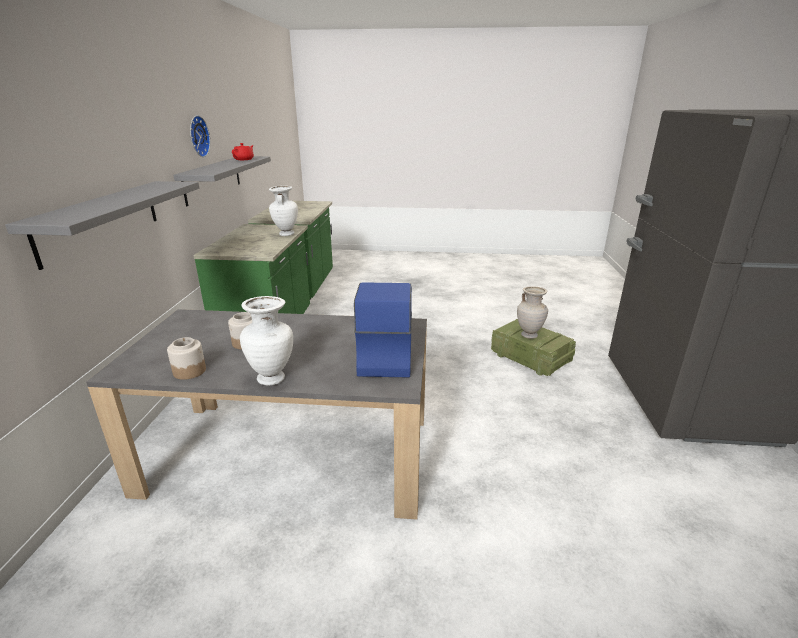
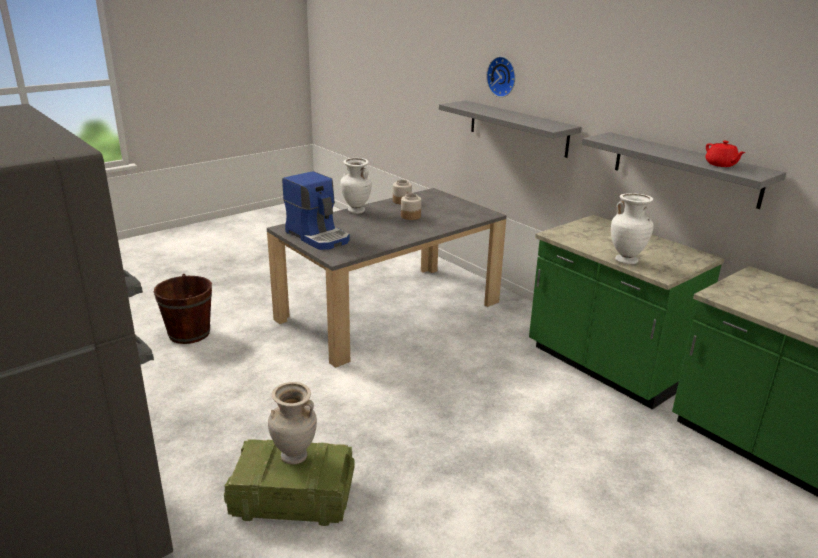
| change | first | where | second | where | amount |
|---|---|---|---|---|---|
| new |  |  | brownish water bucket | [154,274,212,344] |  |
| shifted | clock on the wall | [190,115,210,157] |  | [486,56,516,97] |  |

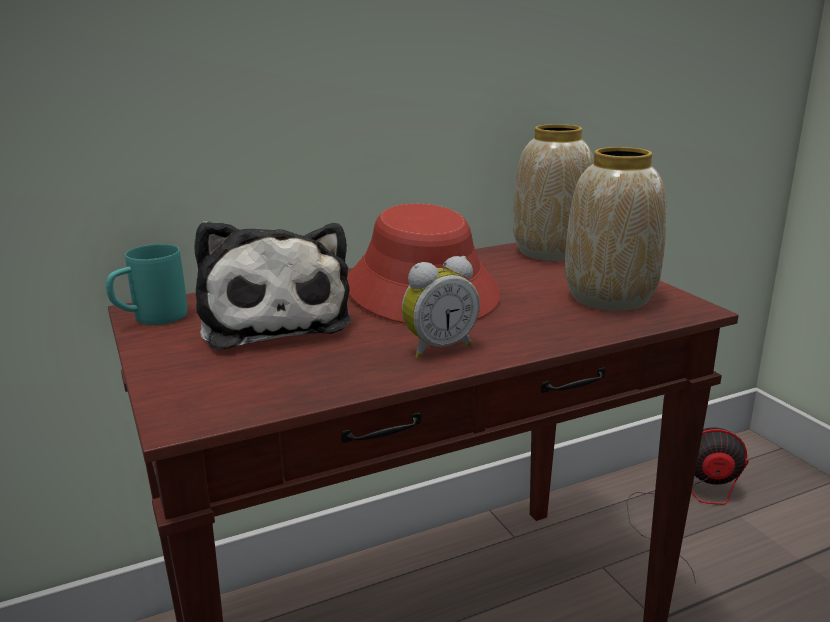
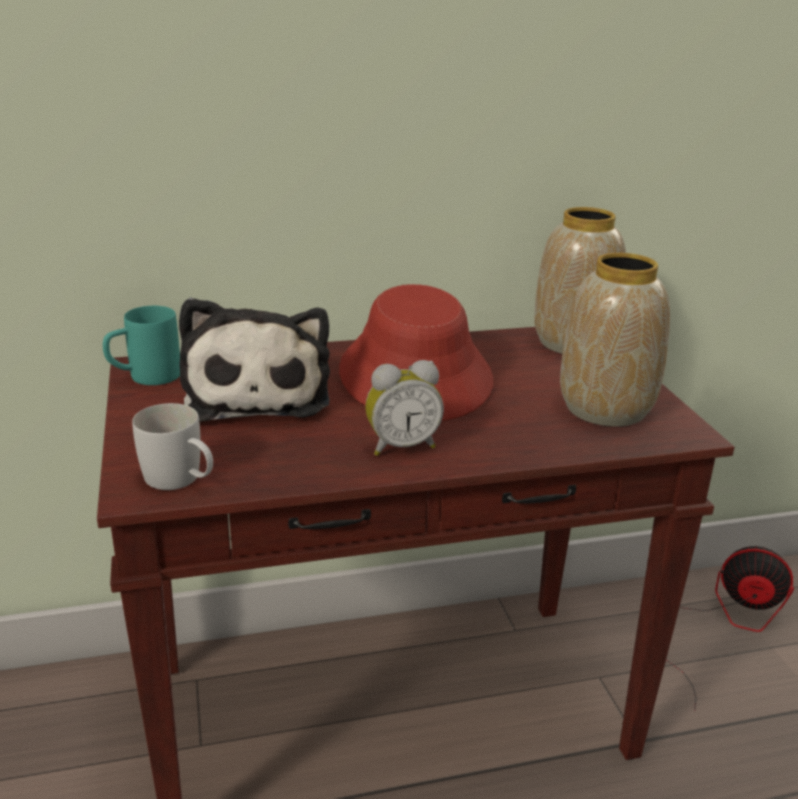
| change | first | where | second | where | amount |
|---|---|---|---|---|---|
| new |  |  | white-coloured coffee mug | [132,403,213,490] |  |

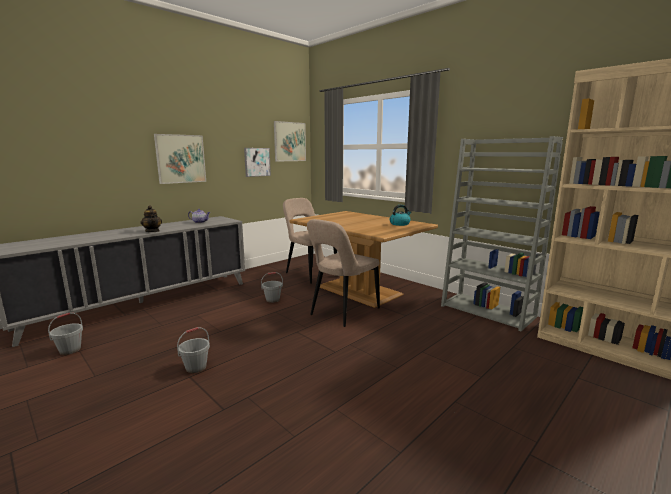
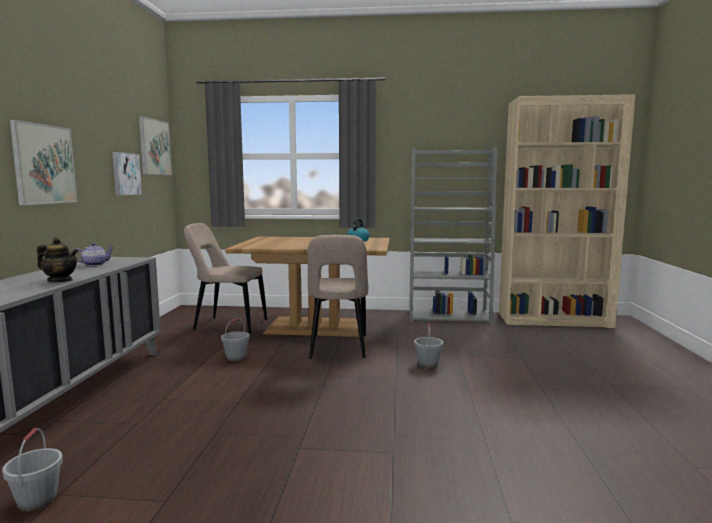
| change | first | where | second | where | amount |
|---|---|---|---|---|---|
| shifted | greyish water bucket | [177,327,210,373] |  | [414,323,443,368] |  |

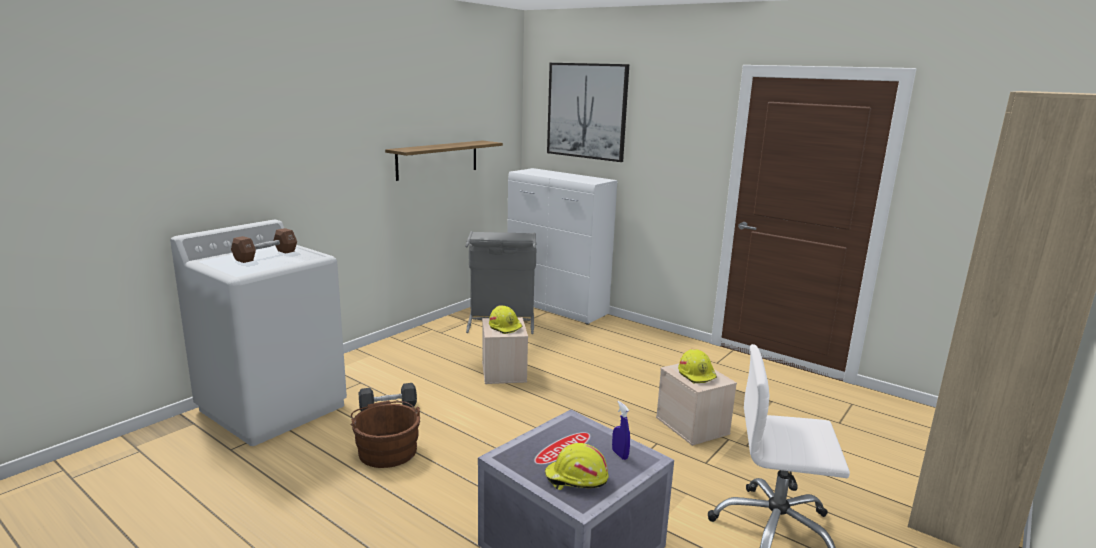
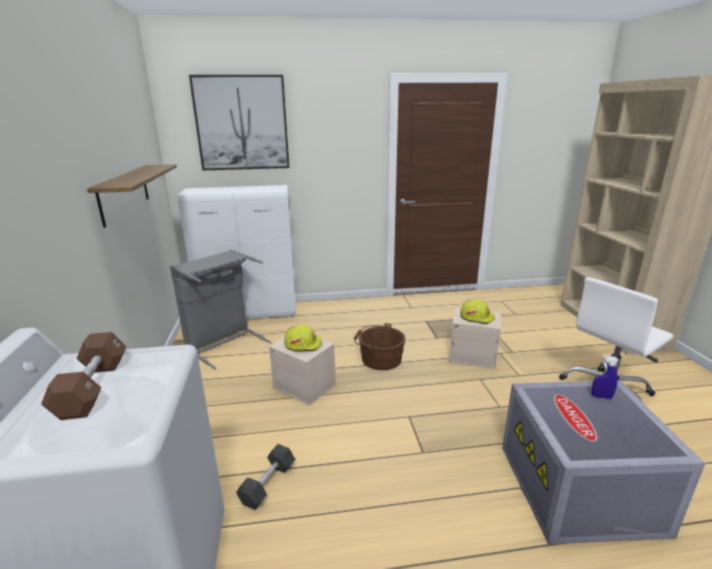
| change | first | where | second | where | amount |
|---|---|---|---|---|---|
| shifted | brownish water bucket | [351,401,420,468] |  | [354,323,405,370] |  |
| gone | yellow safety helmet | [545,443,609,490] |  |  |  |

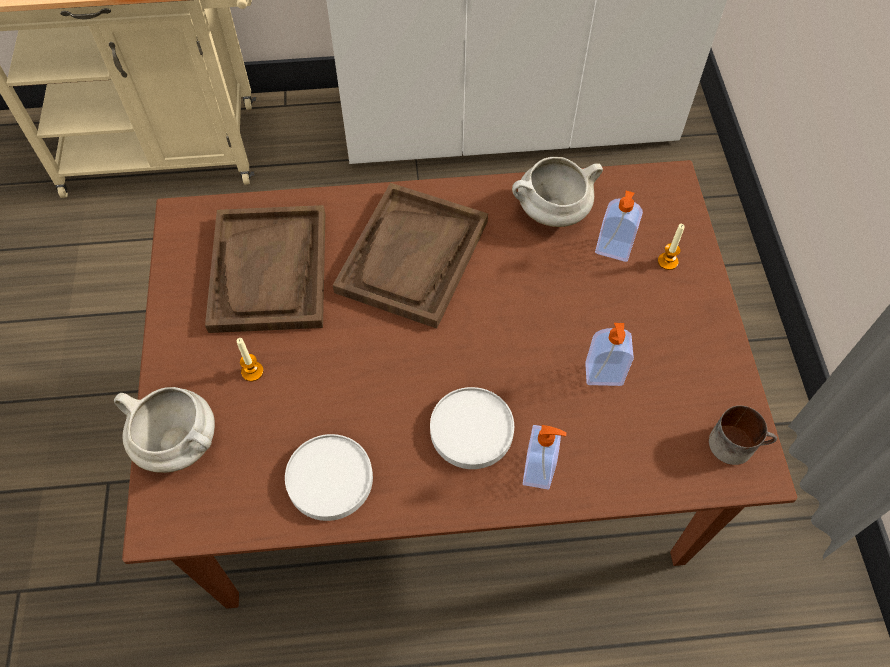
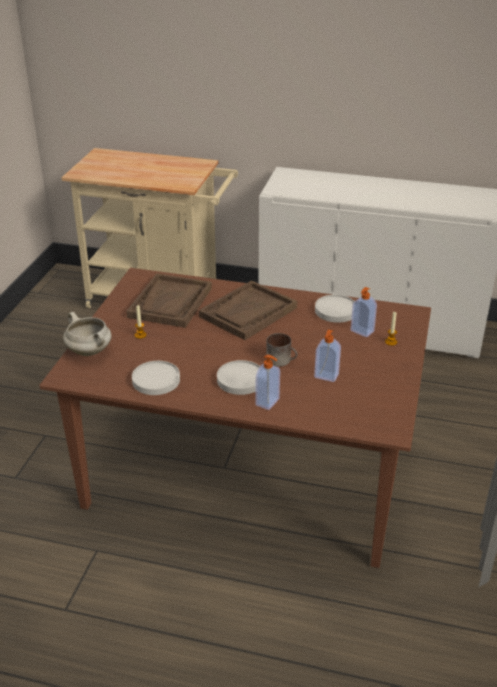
| change | first | where | second | where | amount |
|---|---|---|---|---|---|
| shifted | coffee mug | [709,406,777,465] |  | [266,333,298,367] |  |
| swapped | white-coloured saucepot | [512,157,603,227] | white-coloured dinner plate | [315,295,355,323] |  |

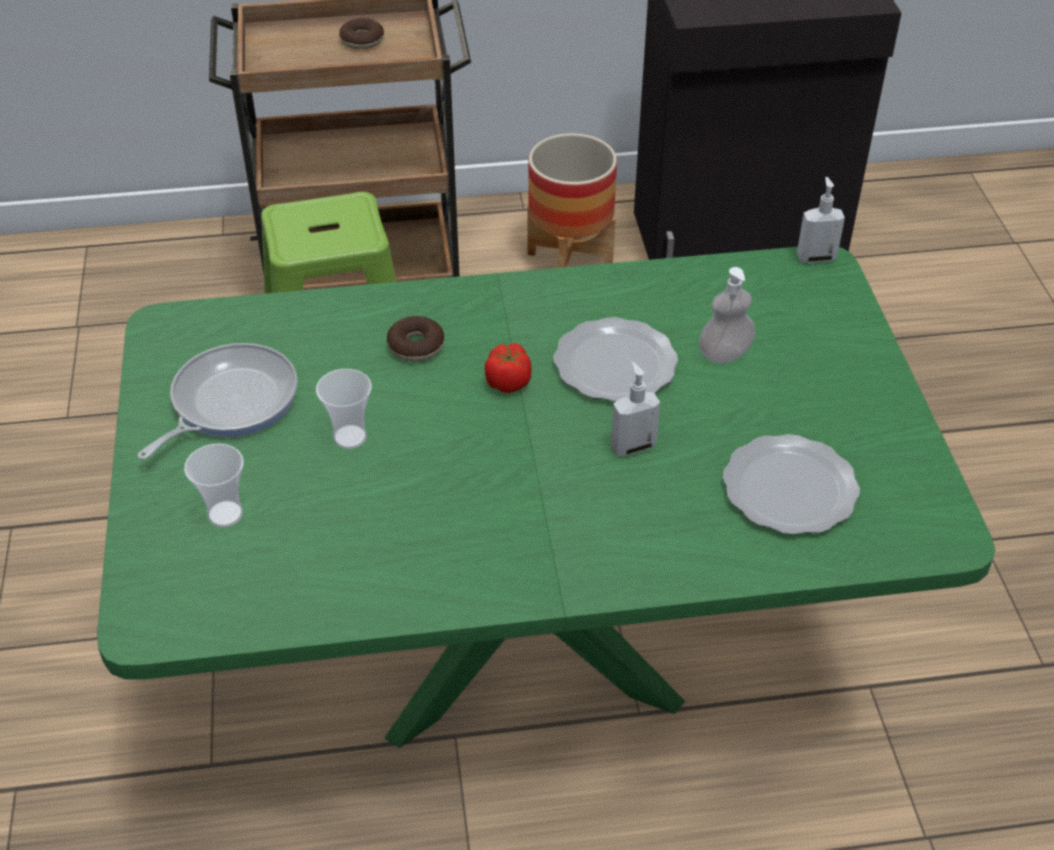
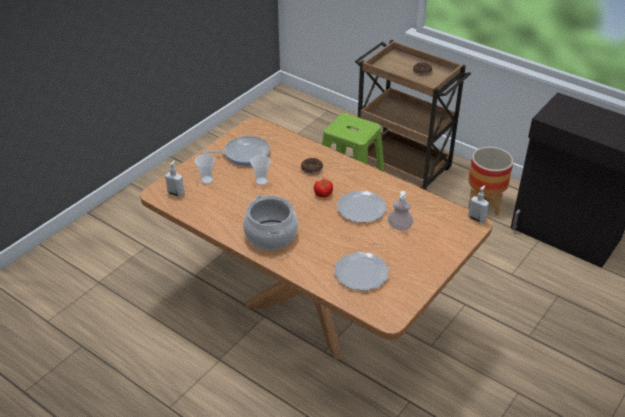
| change | first | where | second | where | amount |
|---|---|---|---|---|---|
| repainted | greenish dinner table | [97,247,995,748] | brownish dinner table | [140,117,492,360] |  |
| shifted | liquid soap bottle | [611,362,660,456] |  | [165,160,184,197] |  |
| new |  |  | saucepot | [243,195,298,250] |  |

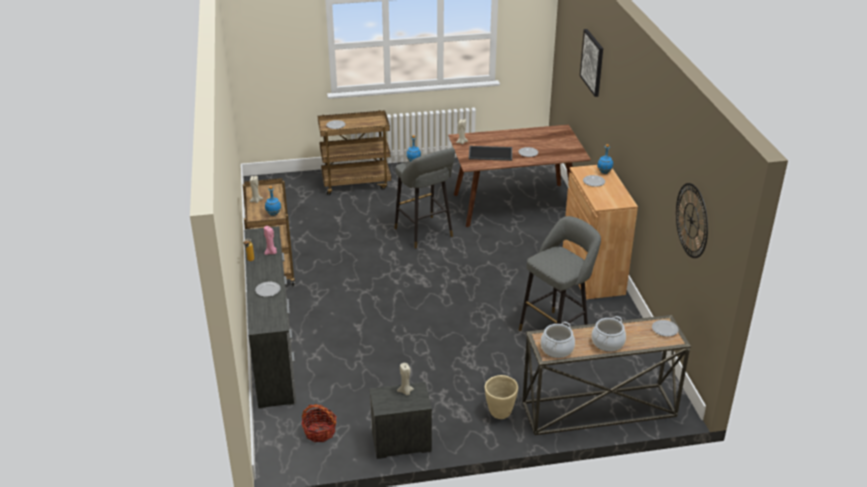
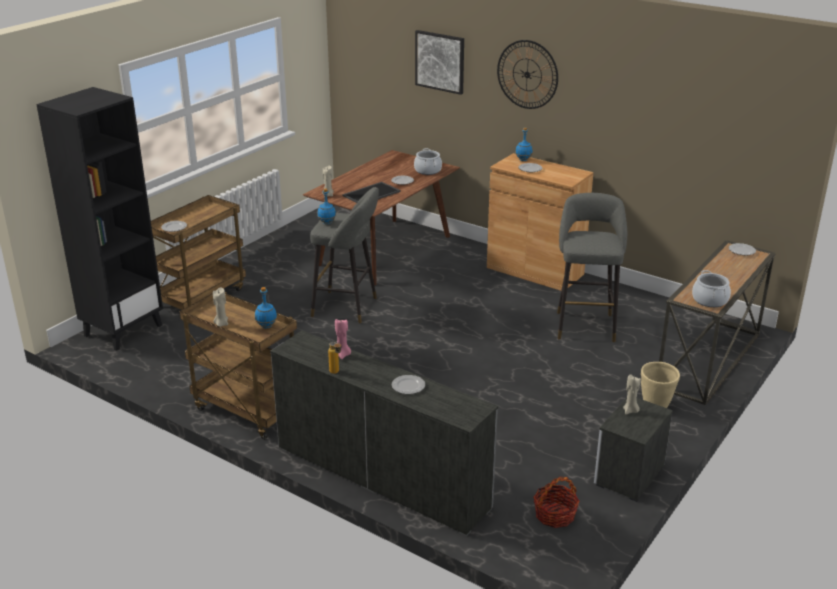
| change | first | where | second | where | amount |
|---|---|---|---|---|---|
| new |  |  | black bookshelf | [36,87,163,351] |  |
| shifted | saucepot | [592,316,626,352] |  | [414,148,442,175] |  |
| shifted | clock on the wall | [676,183,708,258] |  | [497,40,558,109] |  |

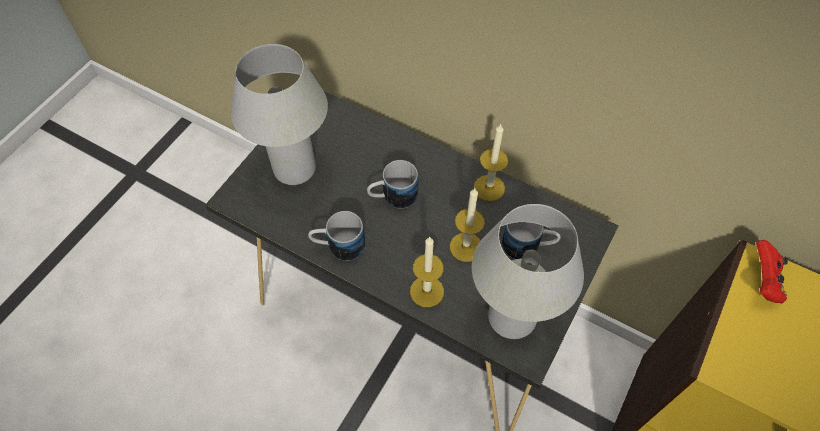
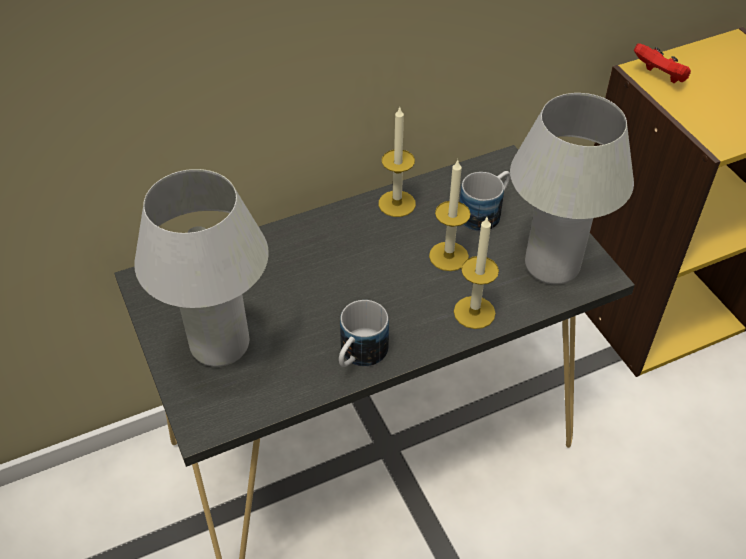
| change | first | where | second | where | amount |
|---|---|---|---|---|---|
| gone | coffee mug | [367,160,418,209] |  |  |  |

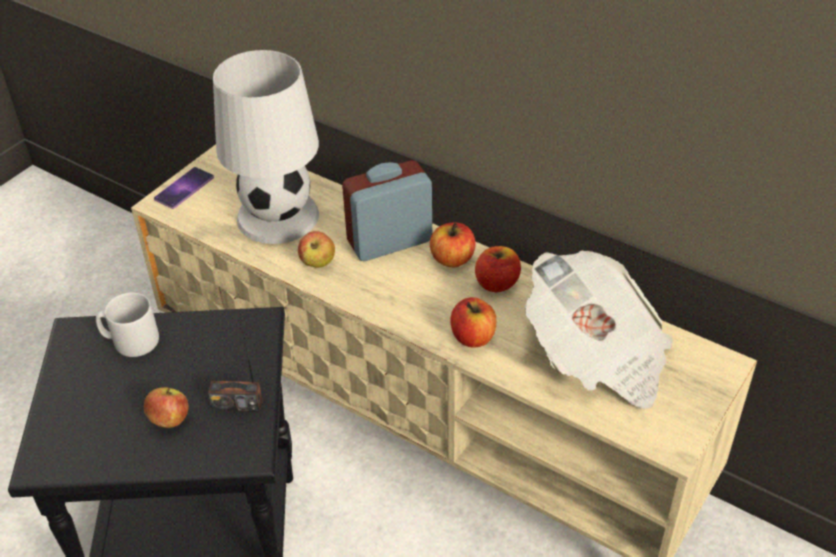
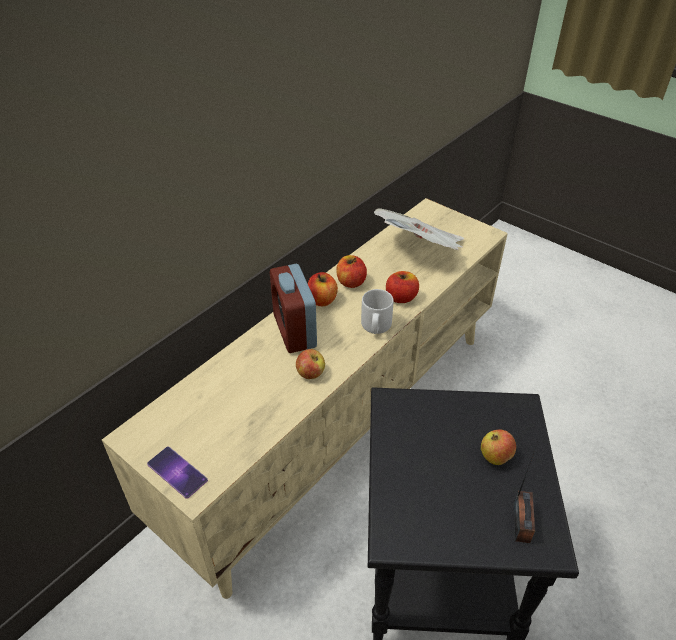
| change | first | where | second | where | amount |
|---|---|---|---|---|---|
| shifted | greyish coffee mug | [96,293,159,357] |  | [361,289,394,334] |  |
| shifted | radio set | [208,310,262,412] |  | [514,444,537,543] |  |
| gone | white-coloured tabletop lamp | [213,50,319,244] |  |  |  |

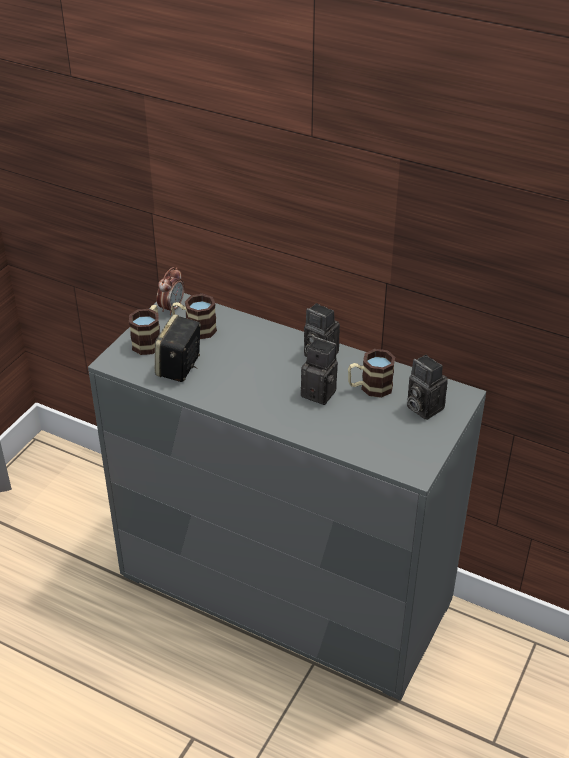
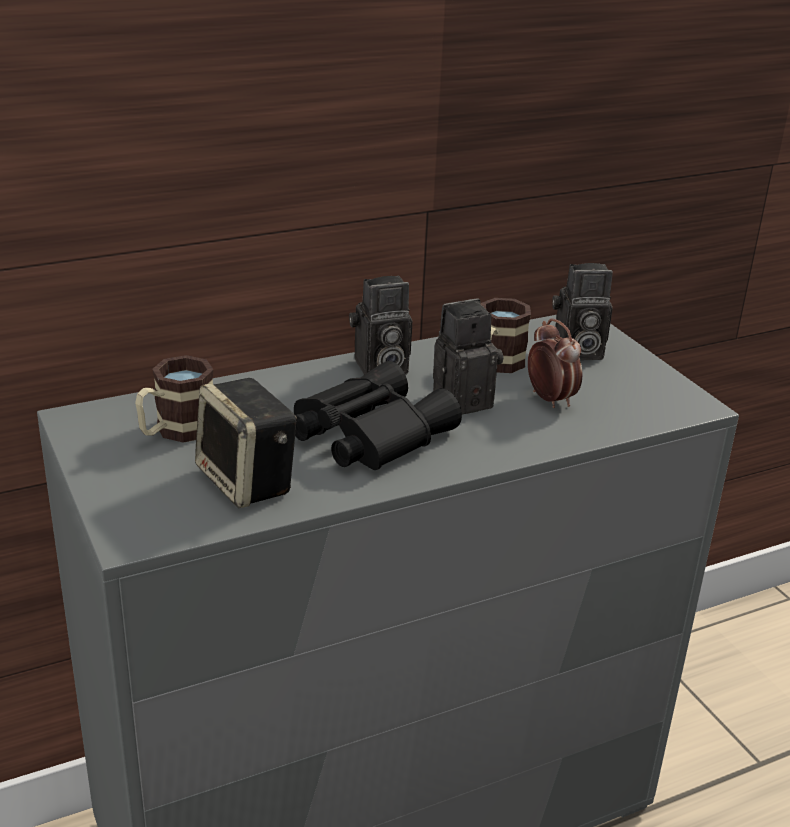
| change | first | where | second | where | amount |
|---|---|---|---|---|---|
| new |  |  | black pair of binoculars | [294,361,462,470] |  |
| shifted | bedside clock | [157,267,185,315] |  | [528,318,582,408] |  |
| gone | coffee mug | [129,305,160,355] |  |  |  |

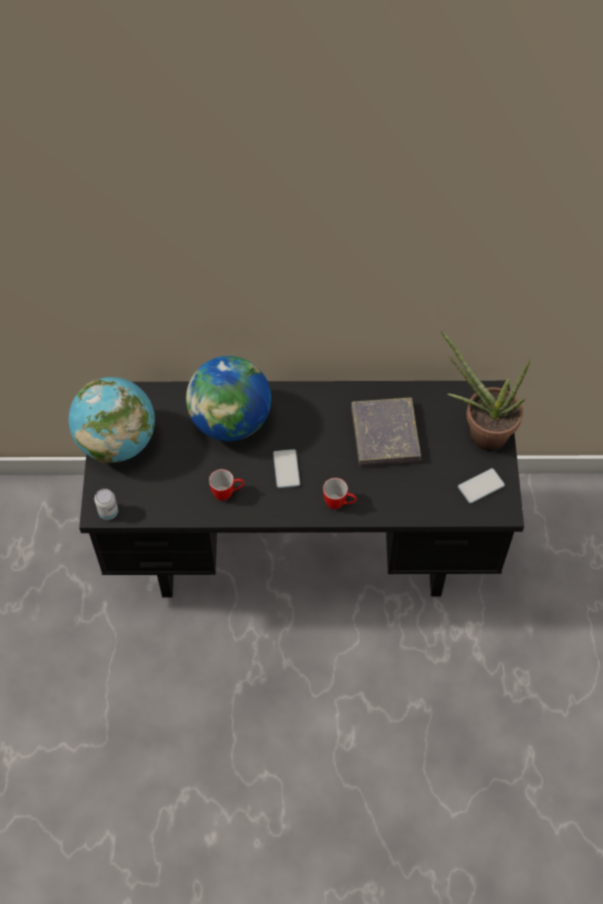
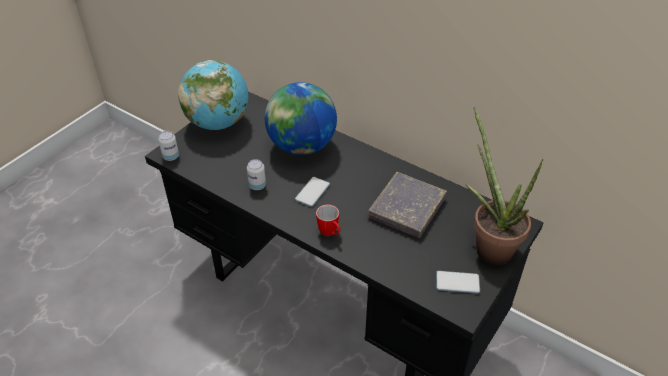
| change | first | where | second | where | amount |
|---|---|---|---|---|---|
| swapped | coffee mug | [209,469,245,501] | can | [247,159,266,190] |  |

